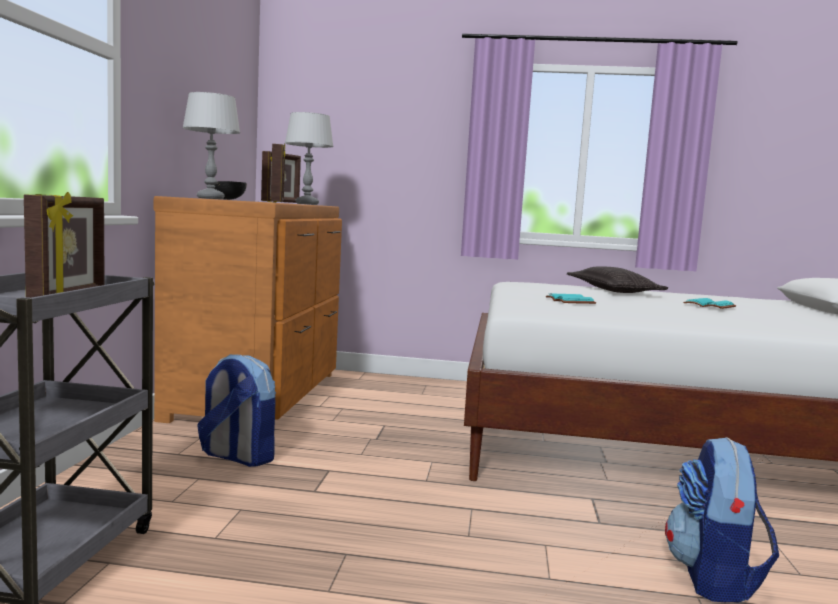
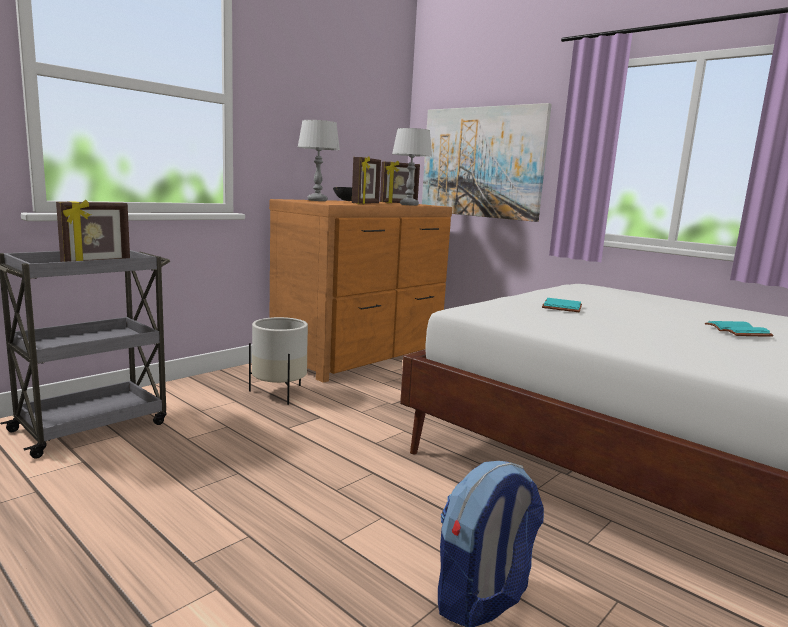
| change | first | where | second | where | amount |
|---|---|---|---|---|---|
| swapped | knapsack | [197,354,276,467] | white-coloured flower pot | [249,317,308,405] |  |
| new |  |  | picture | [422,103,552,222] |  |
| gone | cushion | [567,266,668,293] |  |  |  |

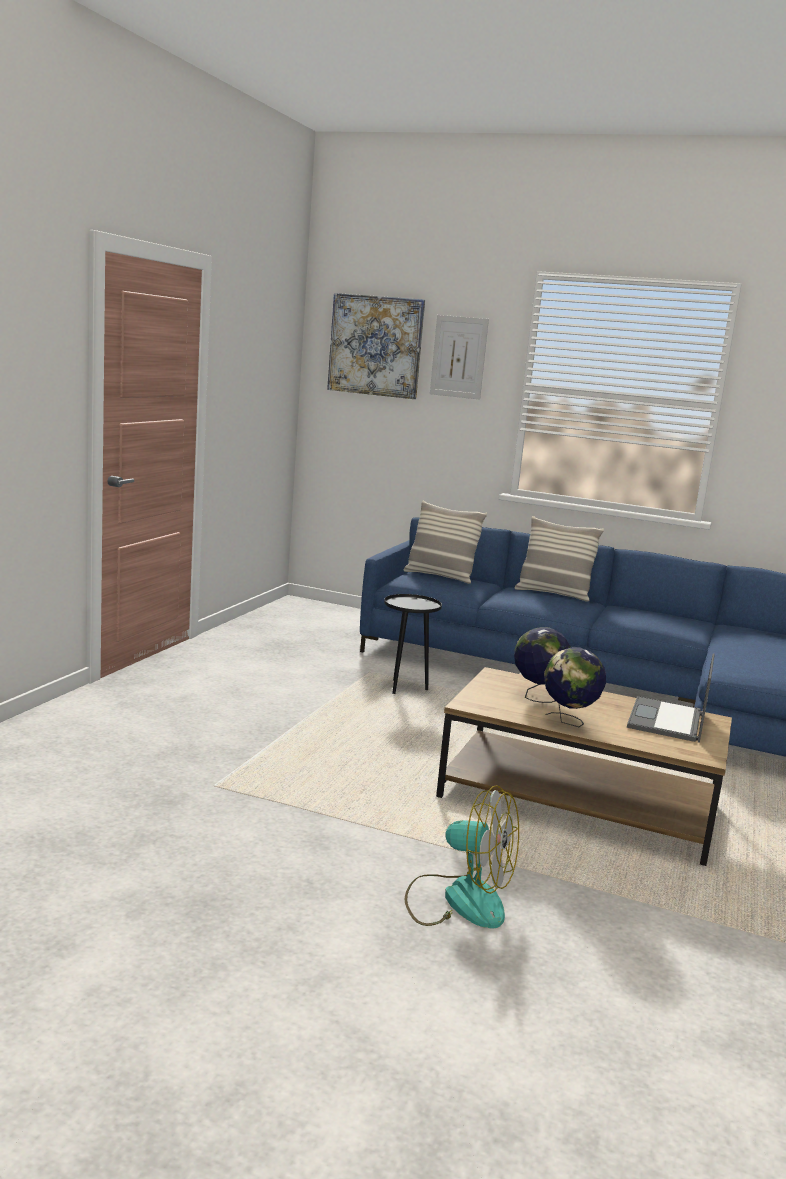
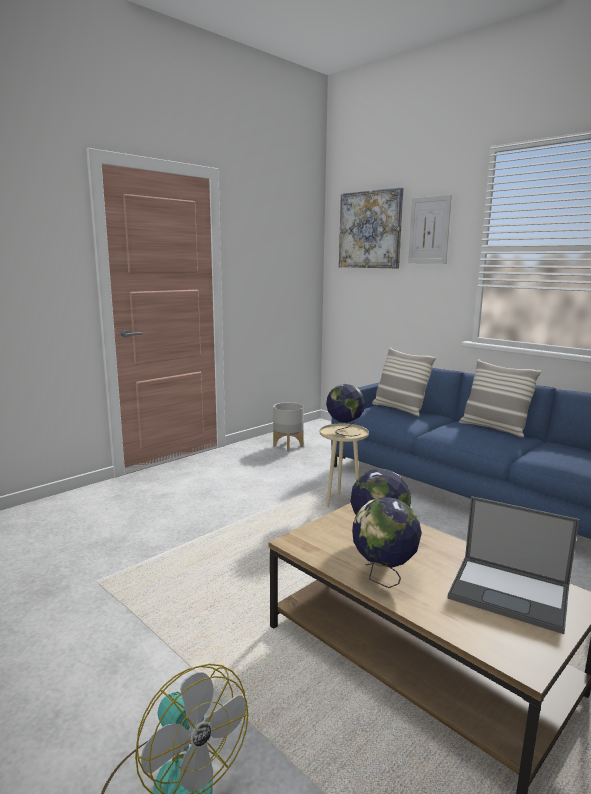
| change | first | where | second | where | amount |
|---|---|---|---|---|---|
| new |  |  | greyish flower pot | [273,402,304,451] |  |
| repainted | black end table | [384,594,442,694] | sand-coloured end table | [320,424,369,507] |  |
| new |  |  | world globe | [326,384,365,436] |  |
| rotated | notebook computer | [627,653,715,743] |  | [447,496,579,634] | 105 degrees counterclockwise |

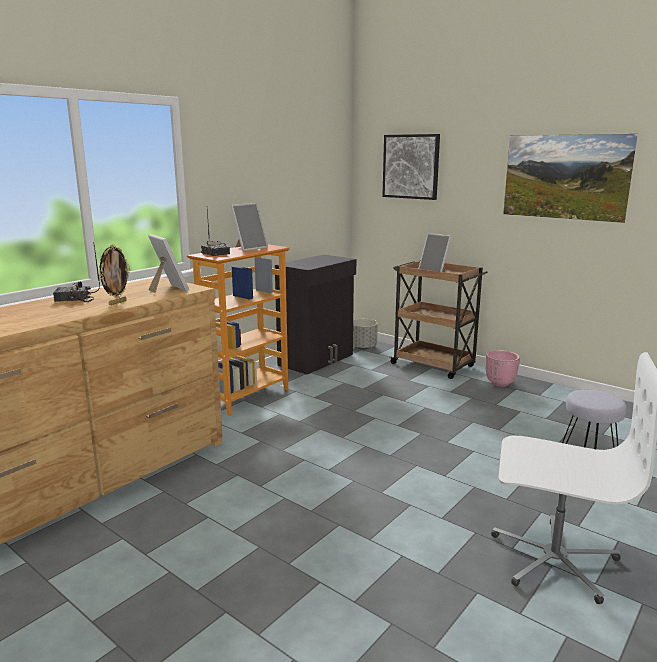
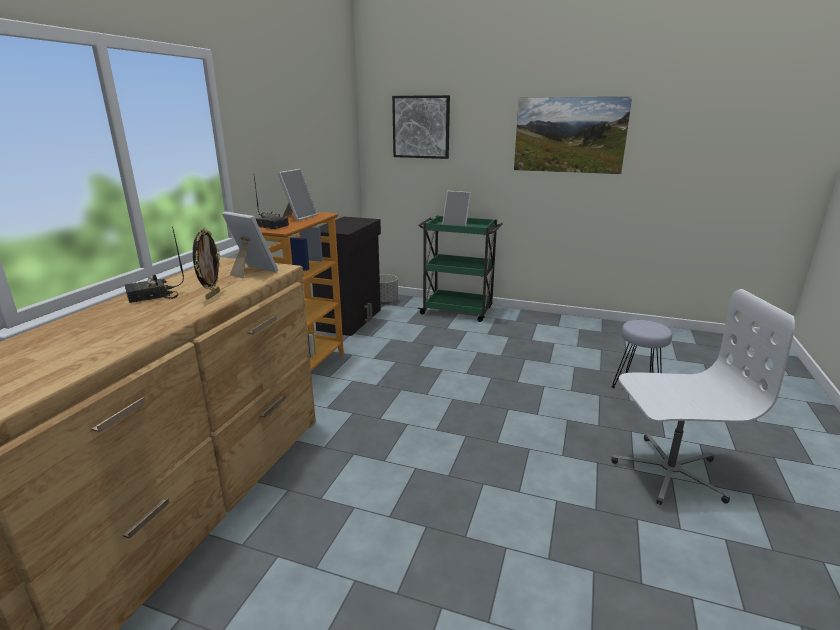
| change | first | where | second | where | amount |
|---|---|---|---|---|---|
| repainted | brownish wheeled cart | [389,260,488,379] | greenish wheeled cart | [418,215,503,322] |  |
| gone | pink flower pot | [486,350,520,387] |  |  |  |

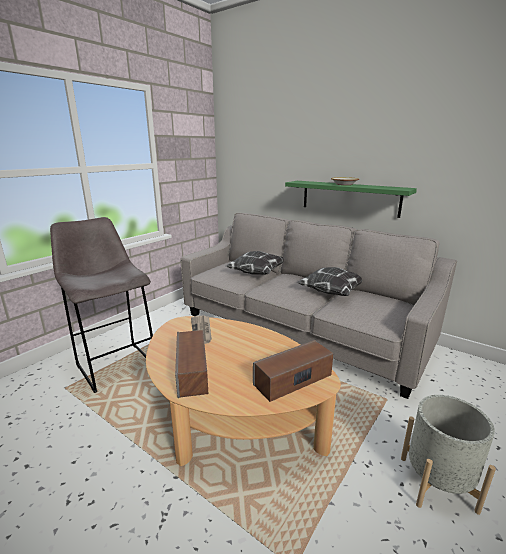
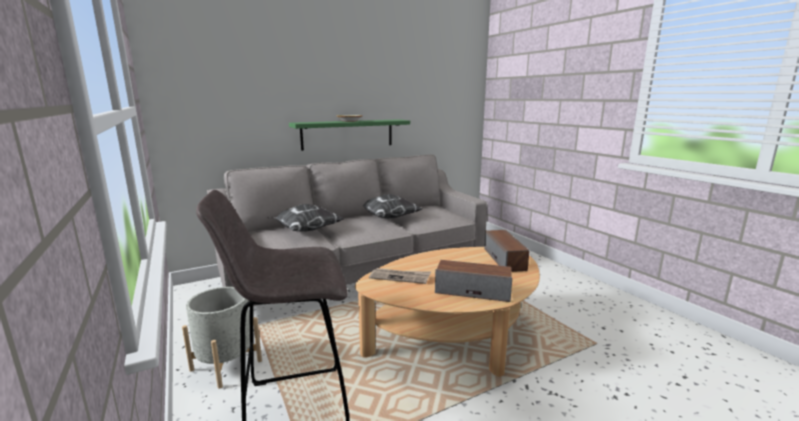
| change | first | where | second | where | amount |
|---|---|---|---|---|---|
| shifted | greyish flower pot | [401,395,496,515] |  | [182,287,262,389] |  |

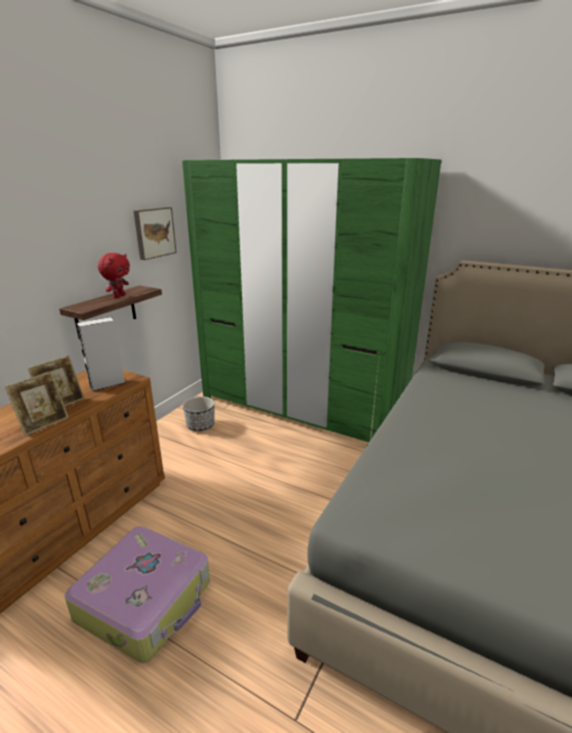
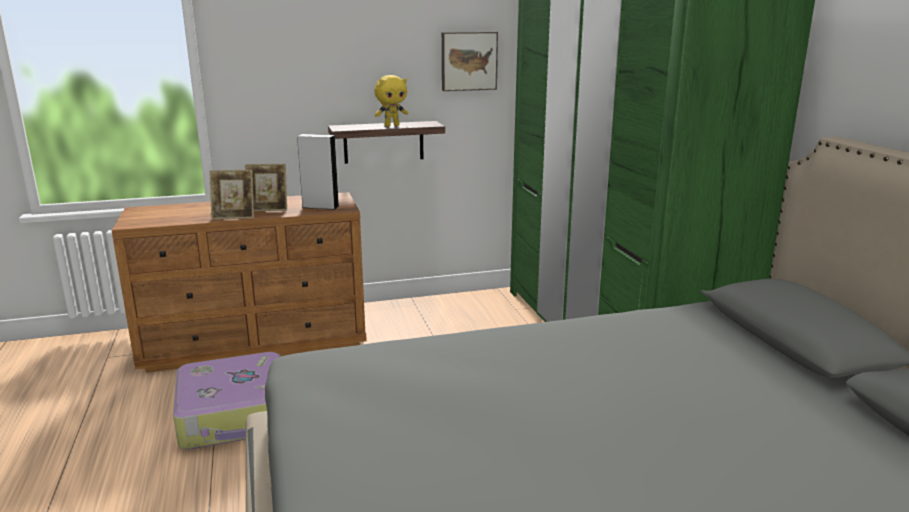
| change | first | where | second | where | amount |
|---|---|---|---|---|---|
| repainted | red-coloured cuddly toy | [98,253,130,298] | yellow cuddly toy | [374,75,408,126] |  |
| gone | flower pot | [183,396,214,431] |  |  |  |

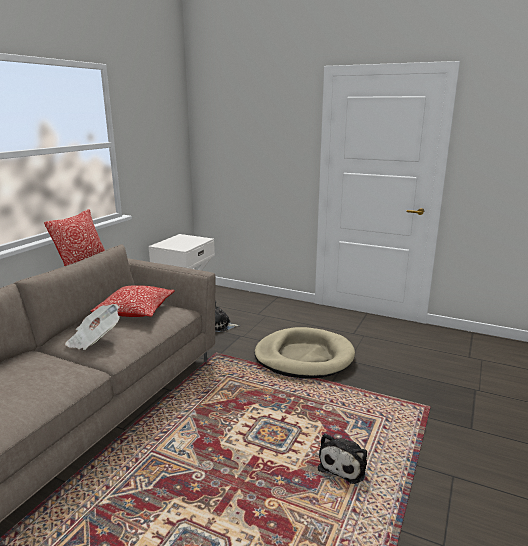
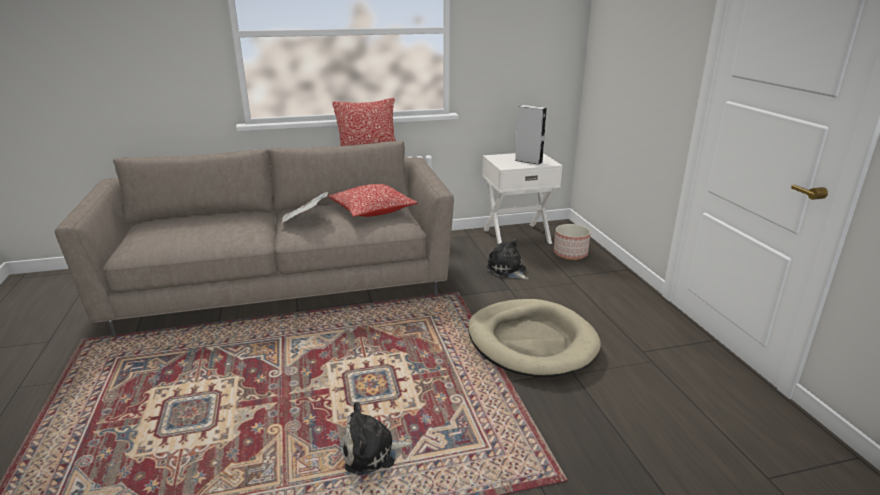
| change | first | where | second | where | amount |
|---|---|---|---|---|---|
| new |  |  | greyish speaker | [515,105,547,165] |  |
| new |  |  | flower pot | [554,224,591,260] |  |

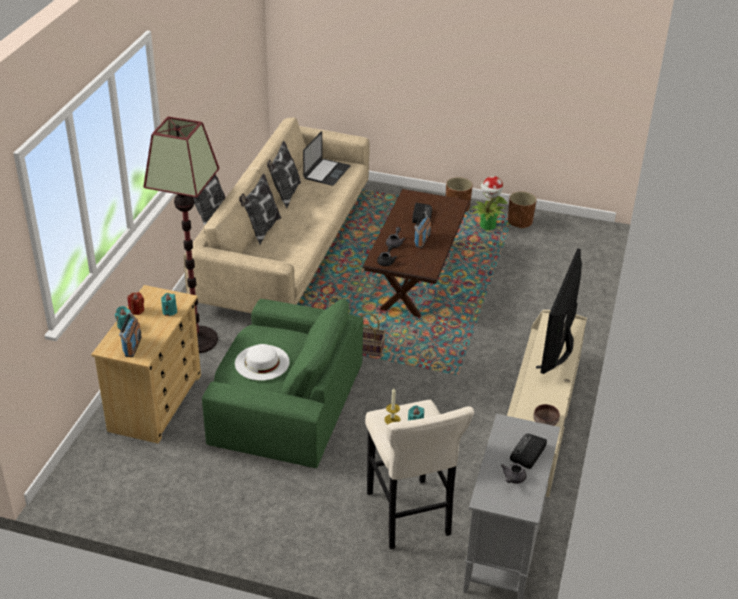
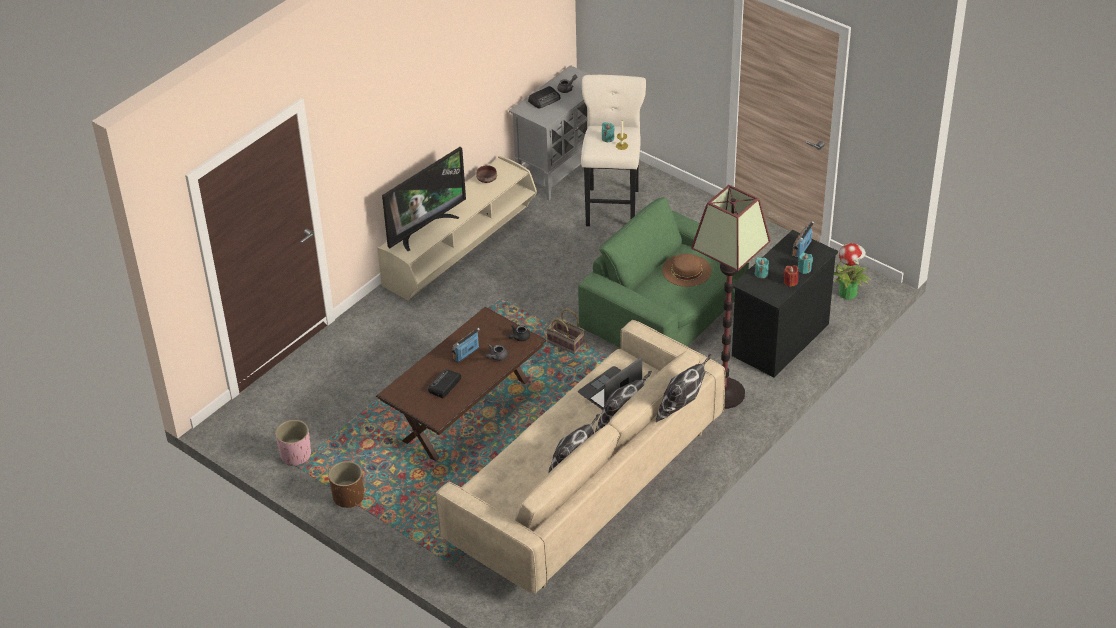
| change | first | where | second | where | amount |
|---|---|---|---|---|---|
| repainted | brownish flower pot | [508,191,537,229] | pink flower pot | [275,420,311,466] |  |
| shifted | notebook computer | [303,131,350,186] |  | [578,357,642,410] |  |
| repainted | white-coloured hat | [235,344,290,381] | brownish hat | [662,254,712,287] |  |
| repainted | sand-coloured chest of drawers | [91,285,201,444] | black chest of drawers | [732,230,838,377] |  |
| shifted | potted plant | [471,176,508,230] |  | [834,243,870,300] |  |

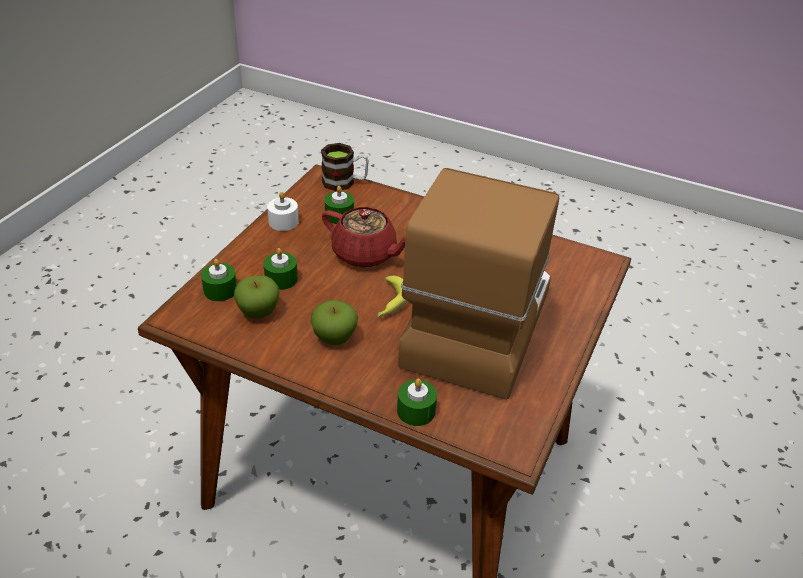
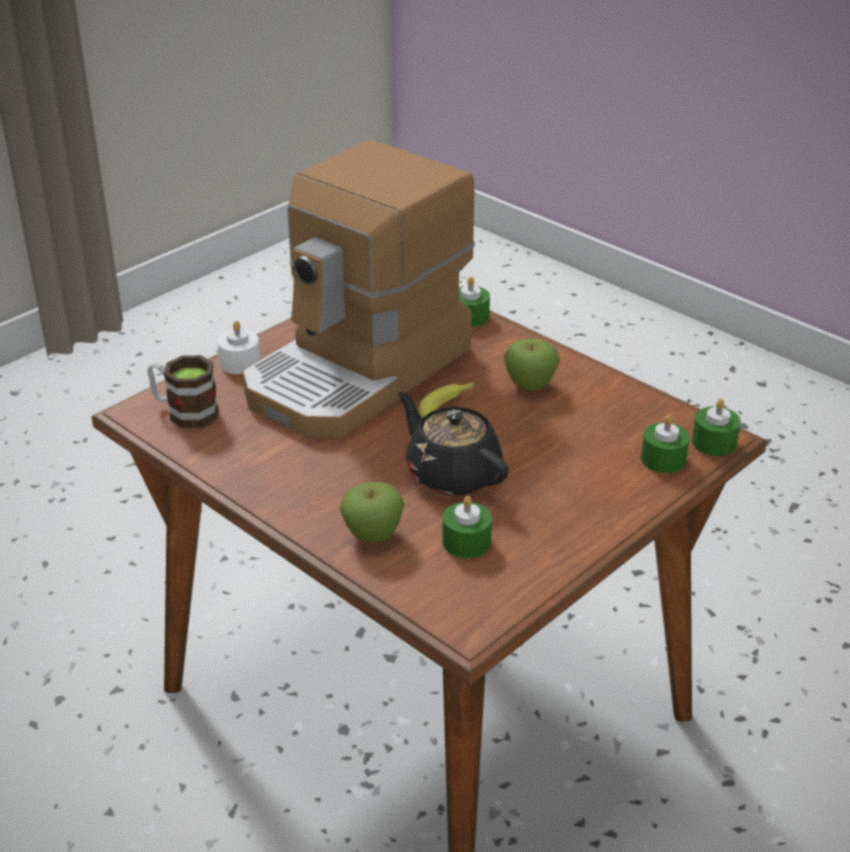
| change | first | where | second | where | amount |
|---|---|---|---|---|---|
| shifted | coffee mug | [321,143,369,191] |  | [147,355,219,428] |  |
| shifted | white-coloured candle | [267,192,299,231] |  | [217,321,260,374] |  |
| shifted | apple fruit | [234,275,279,318] |  | [340,482,404,543] |  |
| repainted | red-coloured tea pot | [322,207,406,268] | black tea pot | [398,392,509,495] |  |
| shifted | greenish candle | [263,248,298,290] |  | [692,399,741,456] |  |

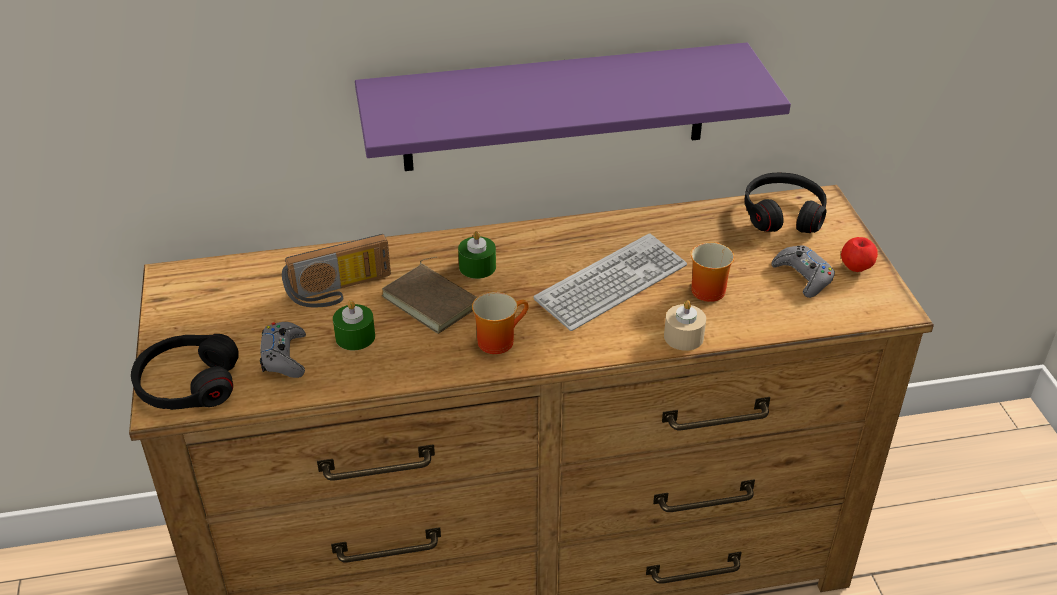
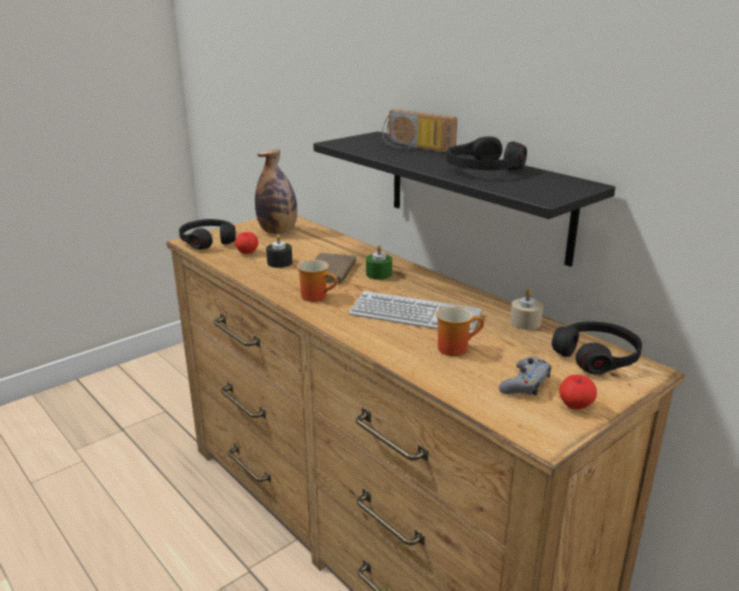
| change | first | where | second | where | amount |
|---|---|---|---|---|---|
| swapped | greyish game controller | [260,322,306,378] | apple fruit | [235,232,258,254] |  |
| new |  |  | drink bottle | [255,150,297,234] |  |
| repainted | greenish candle | [333,300,375,351] | black candle | [266,234,292,268] |  |
| repainted | purple shelf | [355,43,791,171] | black shelf | [313,131,615,267] |  |
| shifted | radio set | [282,234,391,307] |  | [382,109,457,153] |  |
| new |  |  | black headset | [446,136,527,170] |  |
| shifted | sand-coloured candle | [664,300,706,351] |  | [510,289,543,330] |  |

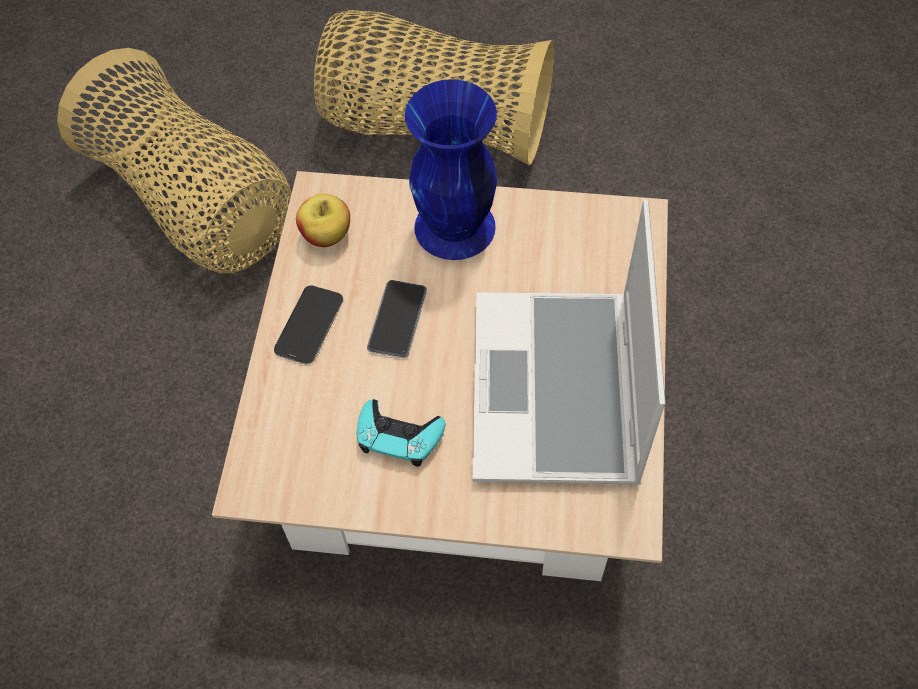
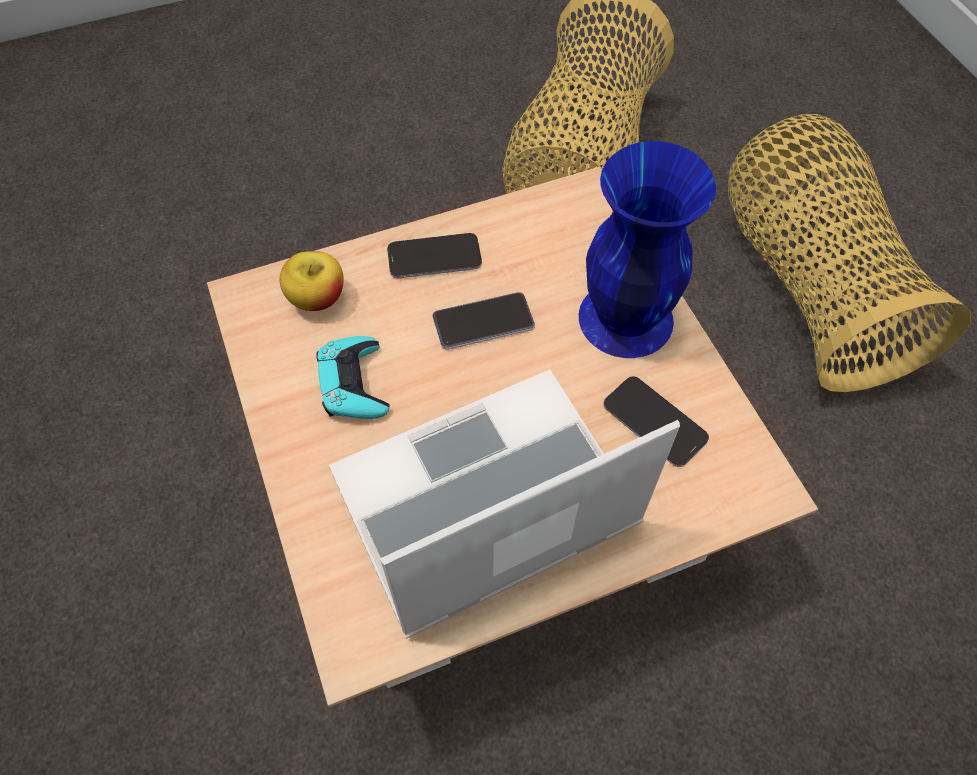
| change | first | where | second | where | amount |
|---|---|---|---|---|---|
| shifted | apple fruit | [296,193,350,247] |  | [279,251,344,311] |  |
| new |  |  | handset | [603,376,709,467] |  |

